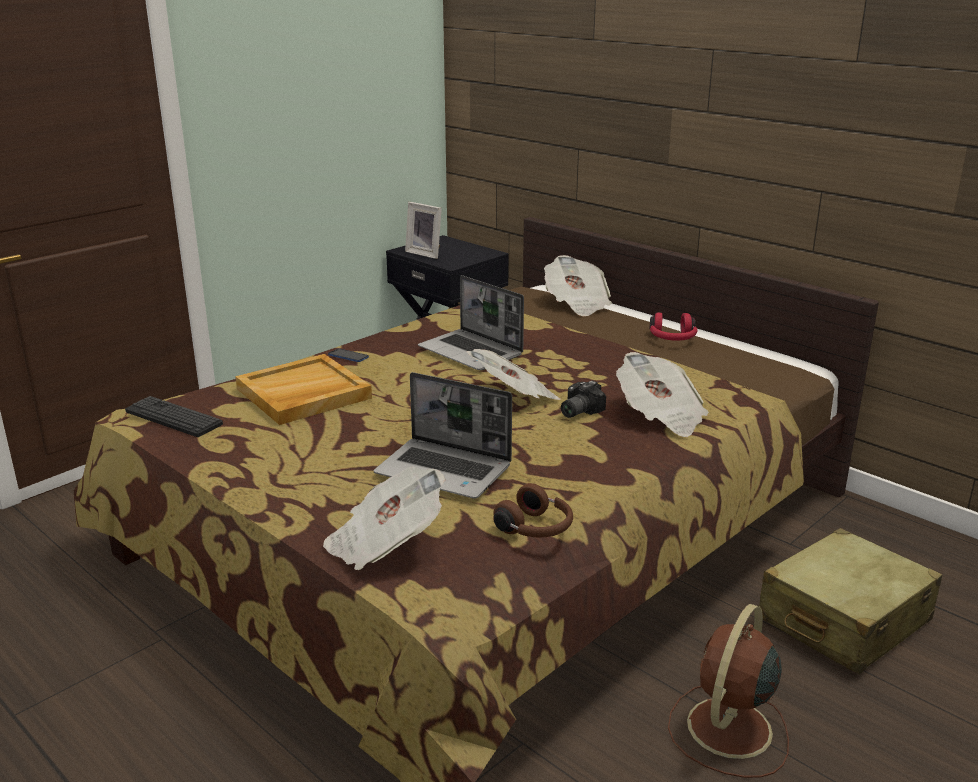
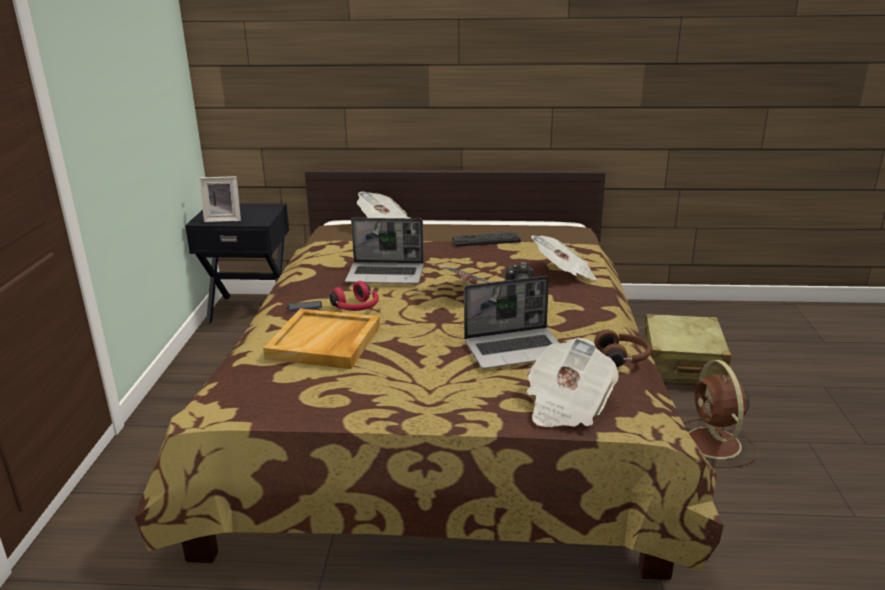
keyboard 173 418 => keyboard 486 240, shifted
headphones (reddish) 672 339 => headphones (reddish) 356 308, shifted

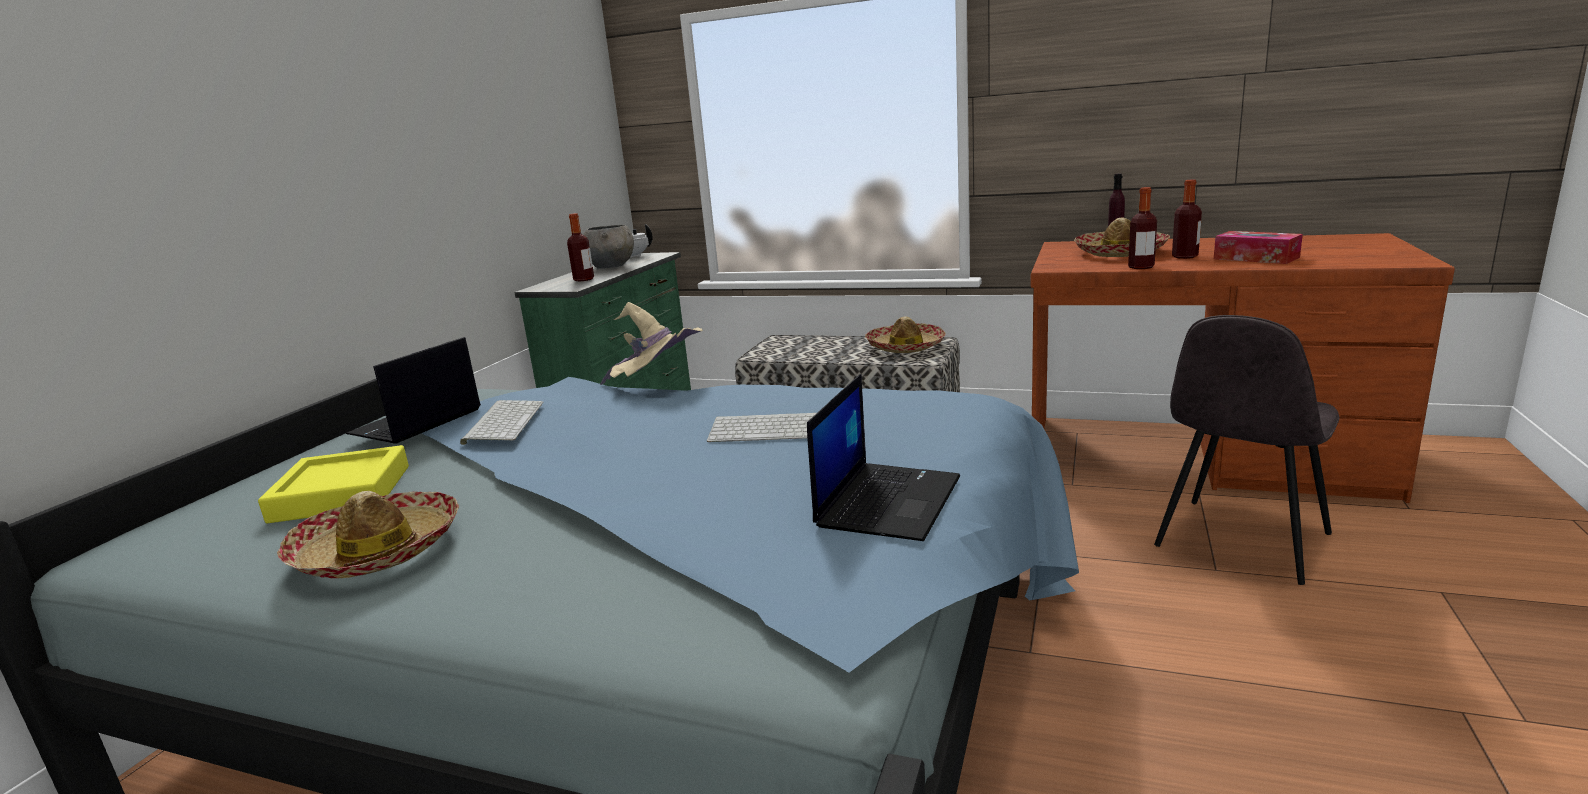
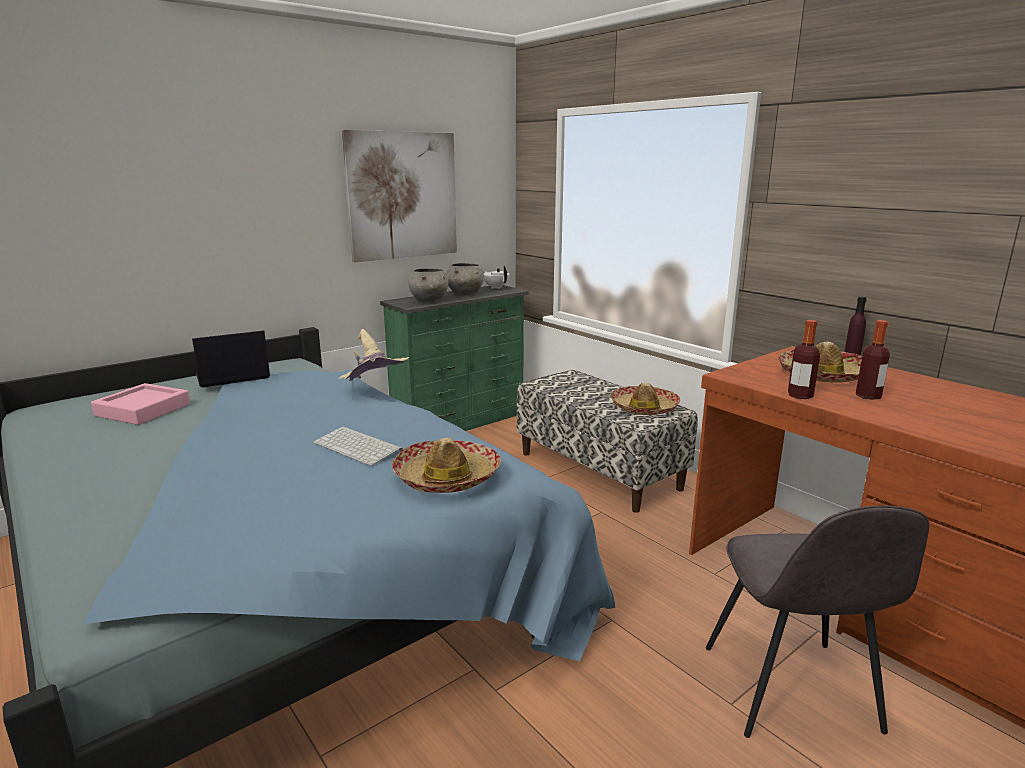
keyboard 503 422 => nothing
notebook computer 888 500 => nothing
tissue holder 1256 258 => nothing
nothing => wall picture 402 196
hat 378 551 => hat 447 477, shifted
beverage bottle 584 279 => serving bowl (grey) 429 300
serving tray (yellowish) 341 493 => serving tray (pink) 143 410
upright chair (grey) 1240 542 => upright chair (grey) 791 691, 75 degrees counterclockwise

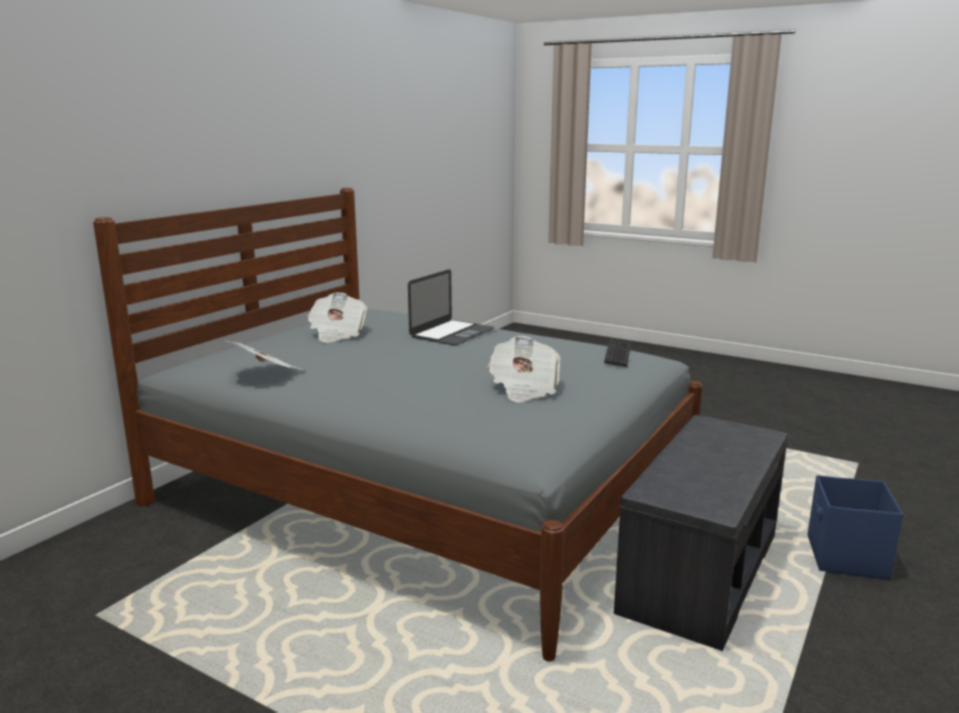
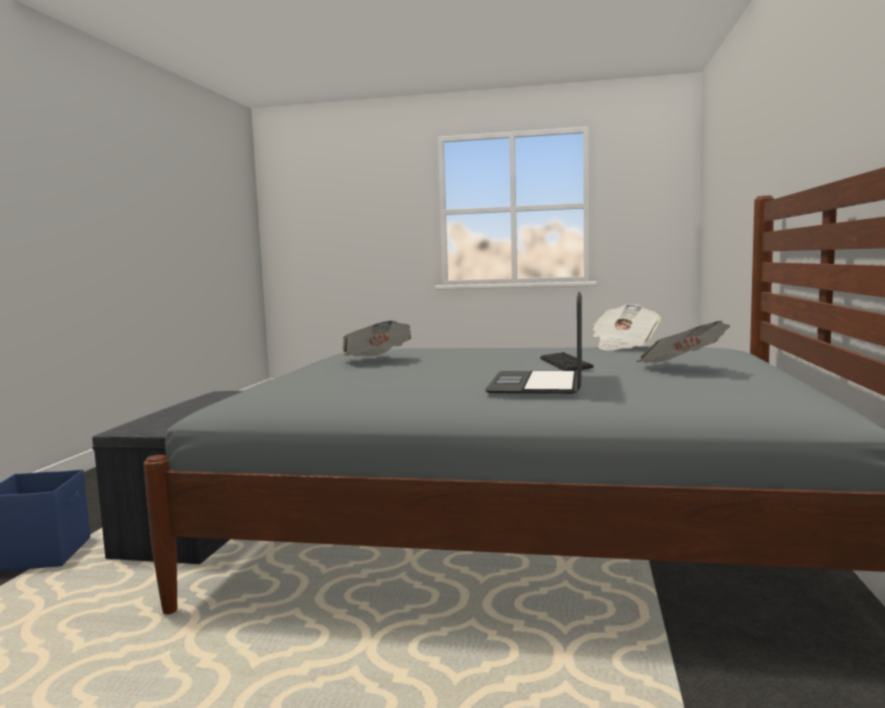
keyboard 617 355 => keyboard 565 364, shifted

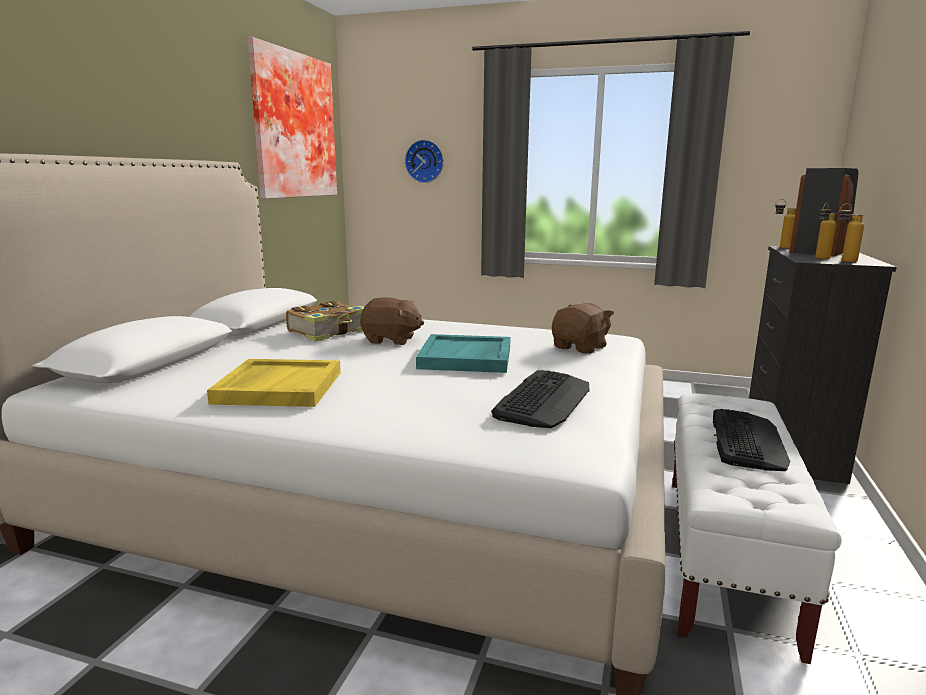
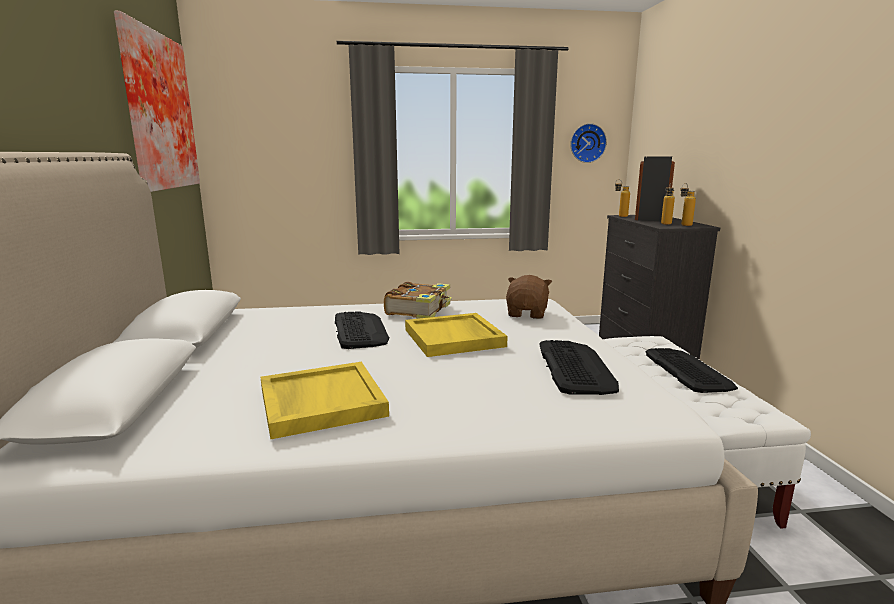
volume 329 332 => volume 419 310, shifted
hanging clock 425 161 => hanging clock 587 143, shifted
plush toy (brownish) 391 340 => keyboard 360 330
serving tray (blue-green) 466 358 => serving tray (yellowish) 455 338

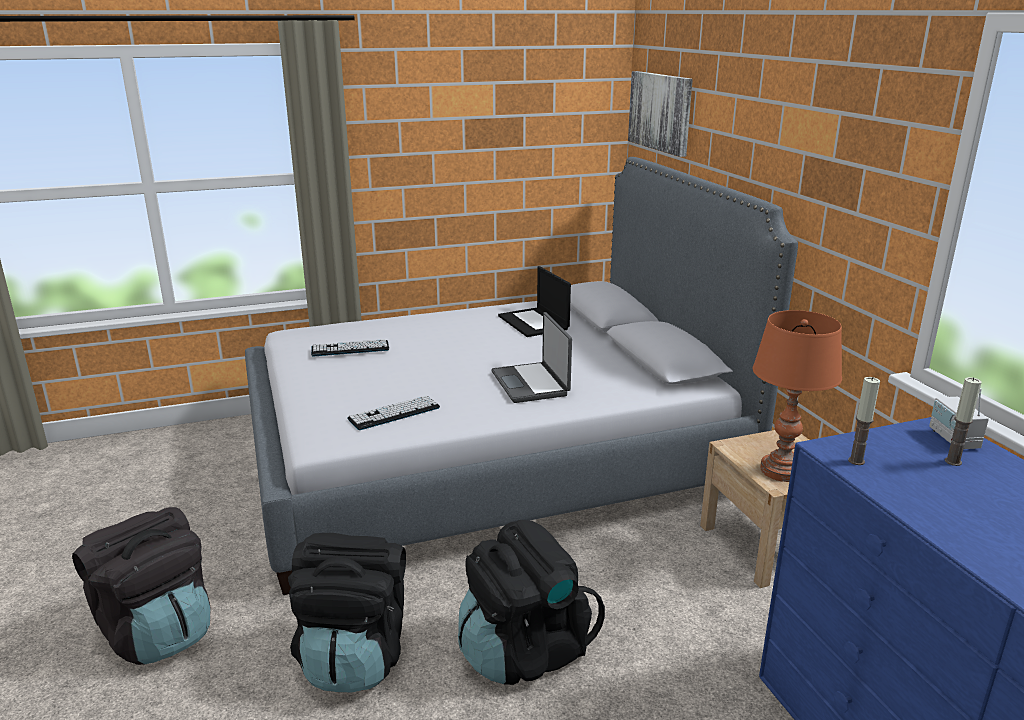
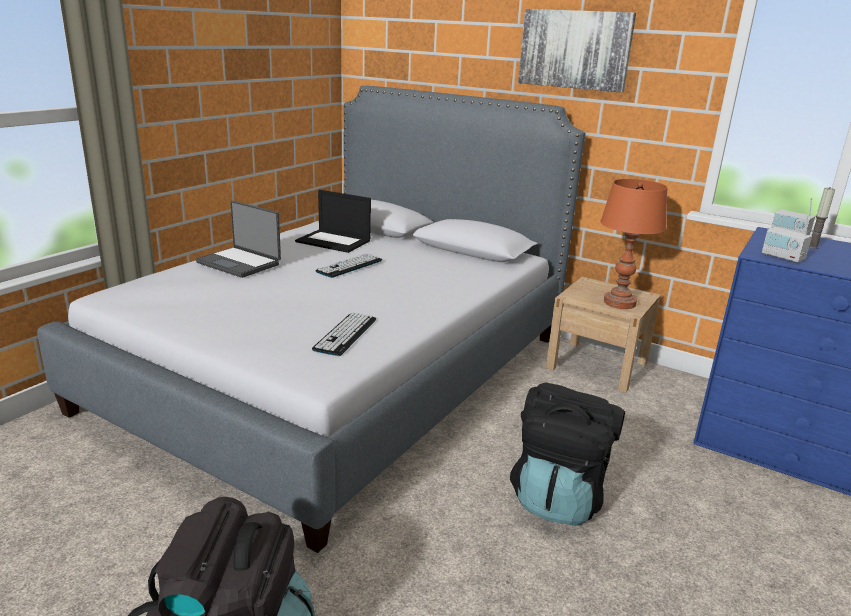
backpack (black-coloured) 355 656 => nothing
keyboard 350 349 => keyboard 349 266, shifted
notebook computer 531 384 => notebook computer 240 263, shifted
wall picture 661 112 => wall picture 575 49, shifted
candle 856 461 => radio set 782 257

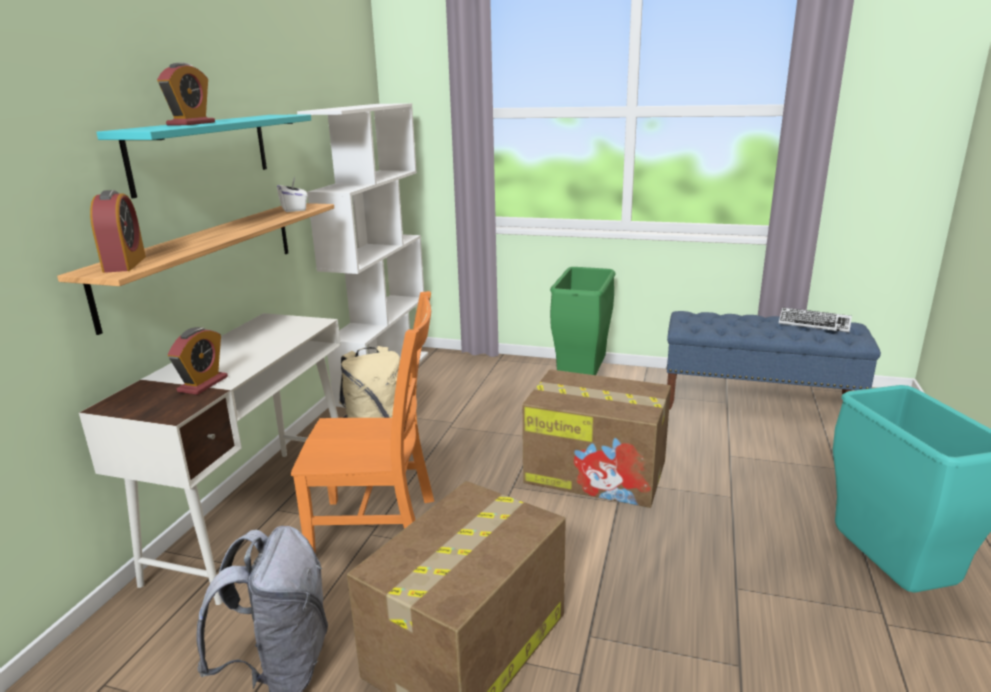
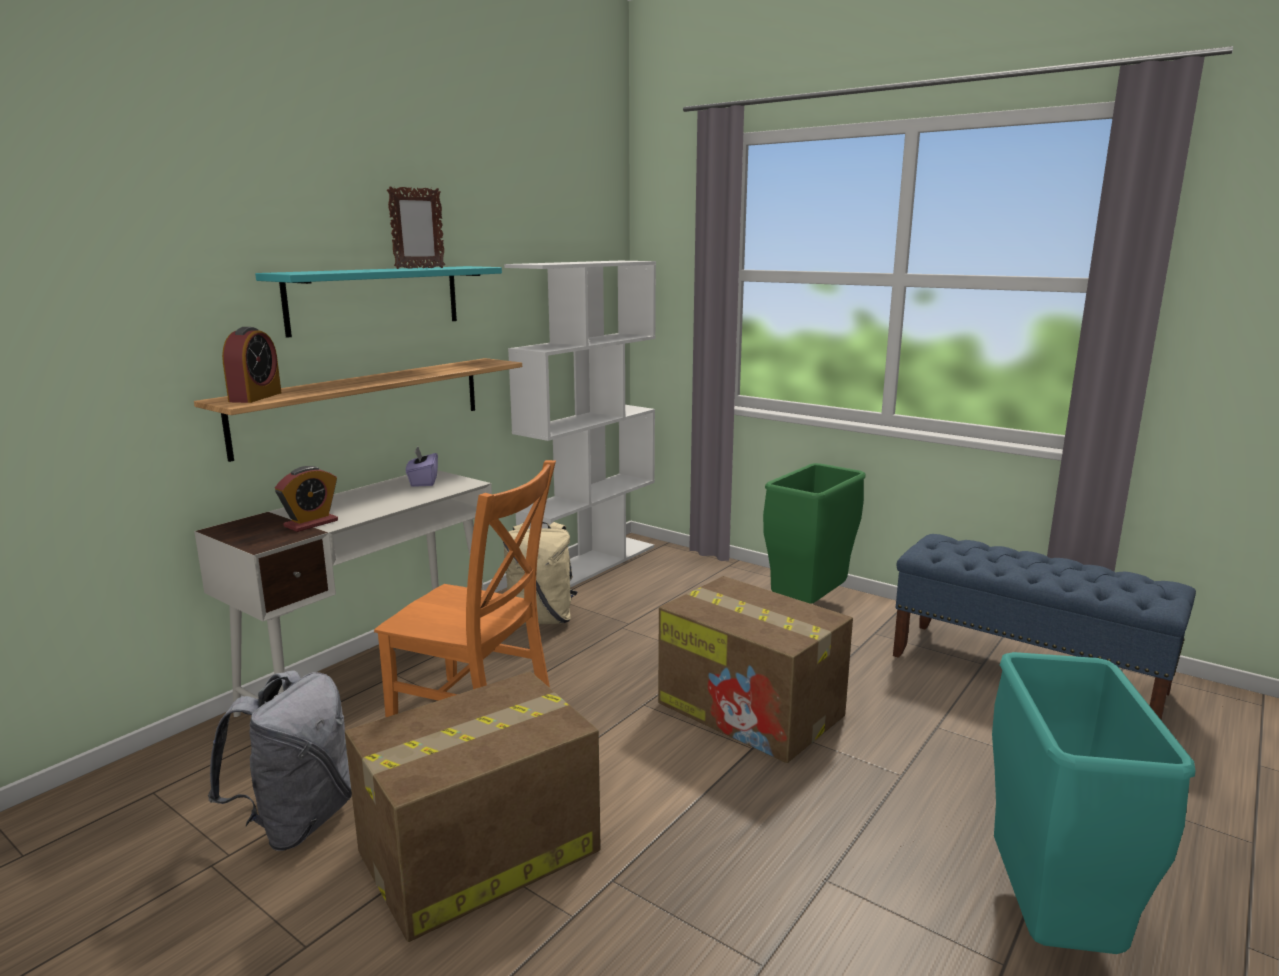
table clock 191 124 => nothing
tissue holder (white-coloured) 294 209 => nothing
keyboard 814 324 => nothing
nothing => standing frame 419 268
nothing => tissue holder (purplish) 423 481

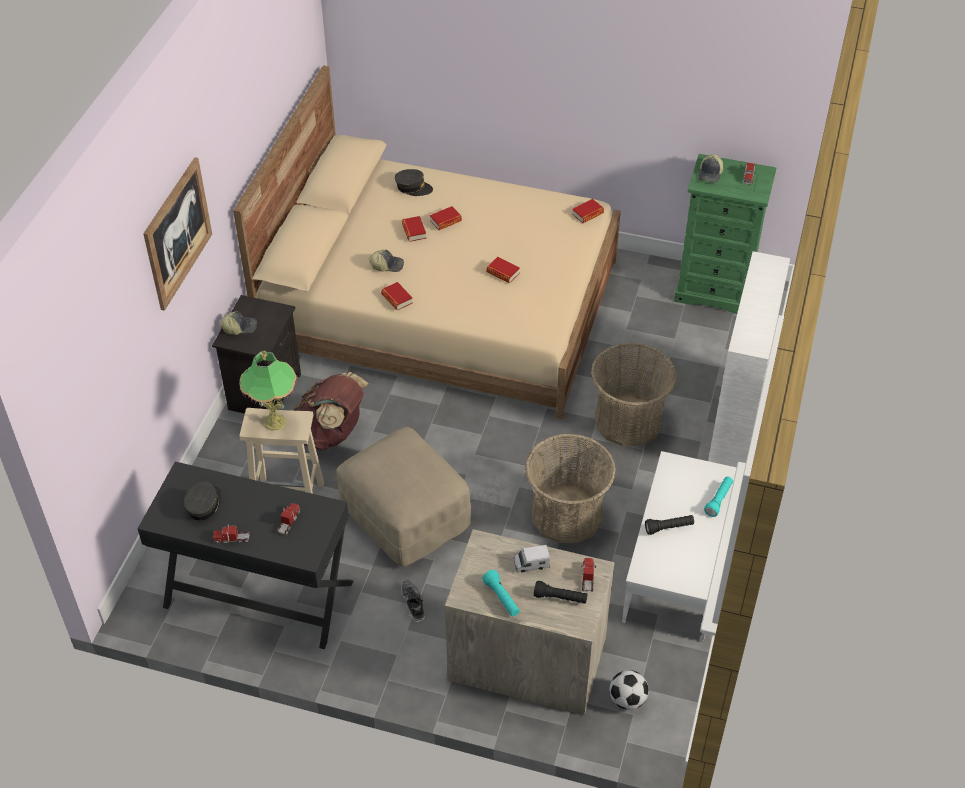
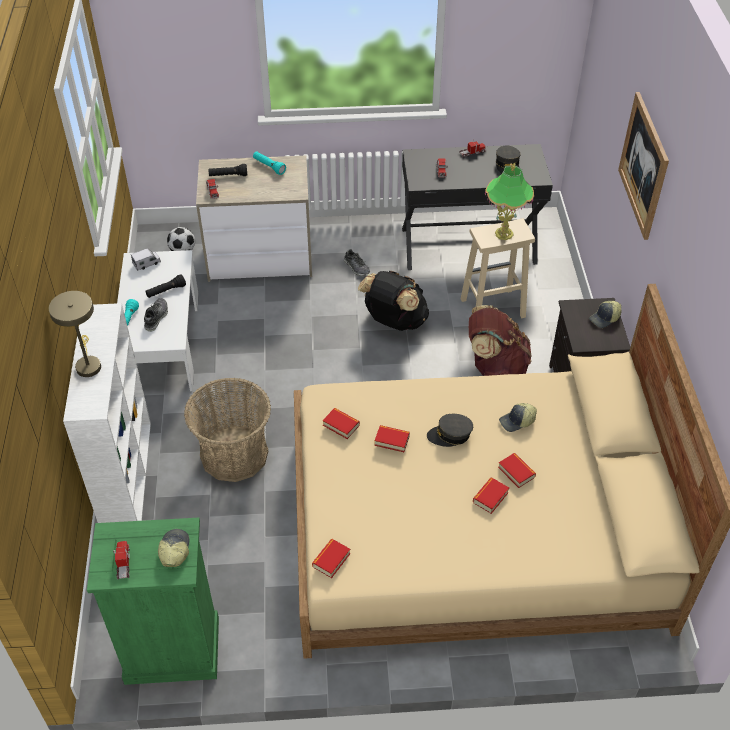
storage basket 567 514 => nothing
nothing => tabletop lamp (beige-coloured) 87 364
nothing => low shoe 156 317
volume 397 299 => volume 341 425, shifted
baseball cap (grey) 413 187 => baseball cap (grey) 450 435, shifted
toy truck 531 564 => toy truck 147 263, shifted
pouffe (beige-coloured) 406 516 => backpack (black-coloured) 394 321

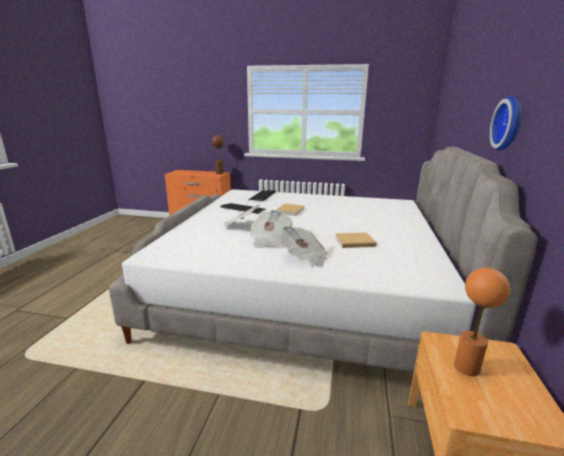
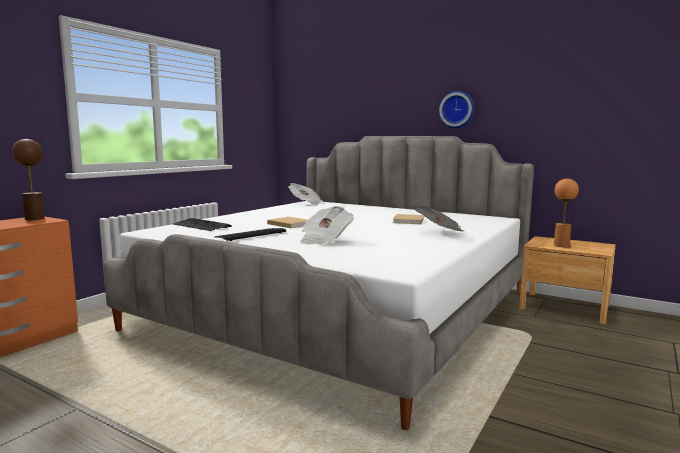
daily paper 269 240 => daily paper 305 203, shifted

